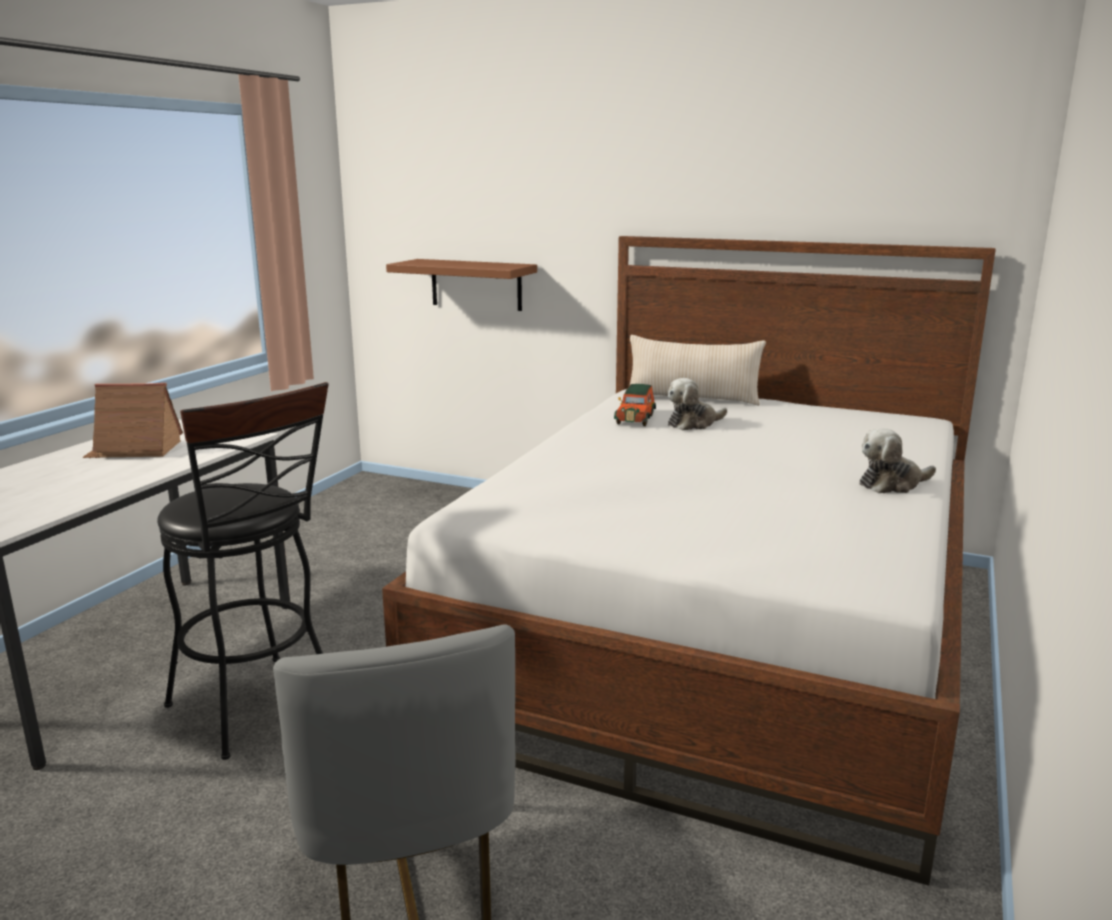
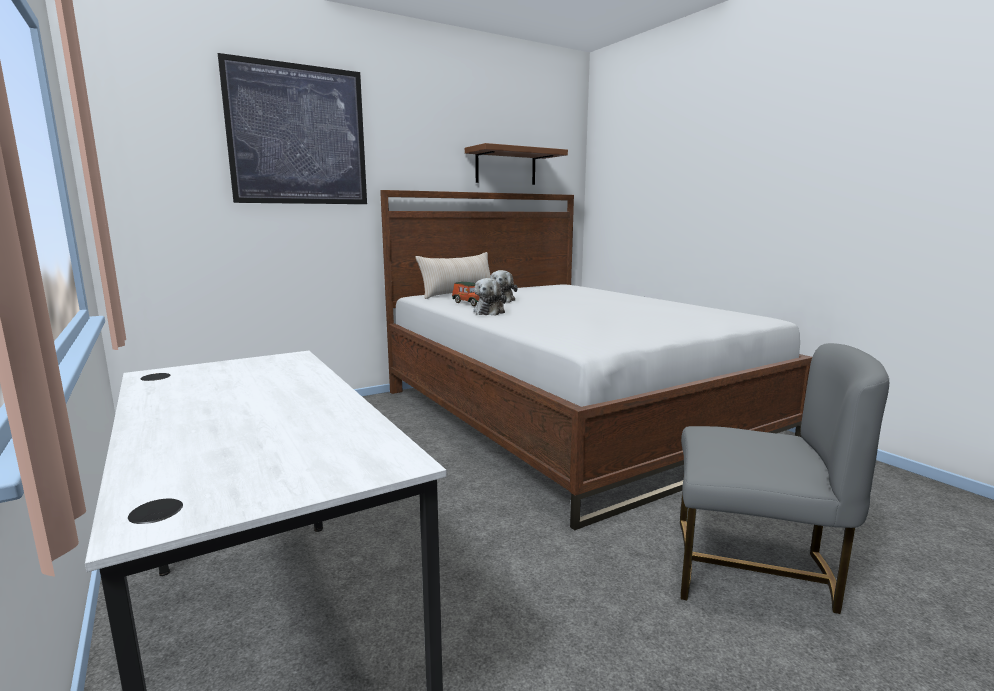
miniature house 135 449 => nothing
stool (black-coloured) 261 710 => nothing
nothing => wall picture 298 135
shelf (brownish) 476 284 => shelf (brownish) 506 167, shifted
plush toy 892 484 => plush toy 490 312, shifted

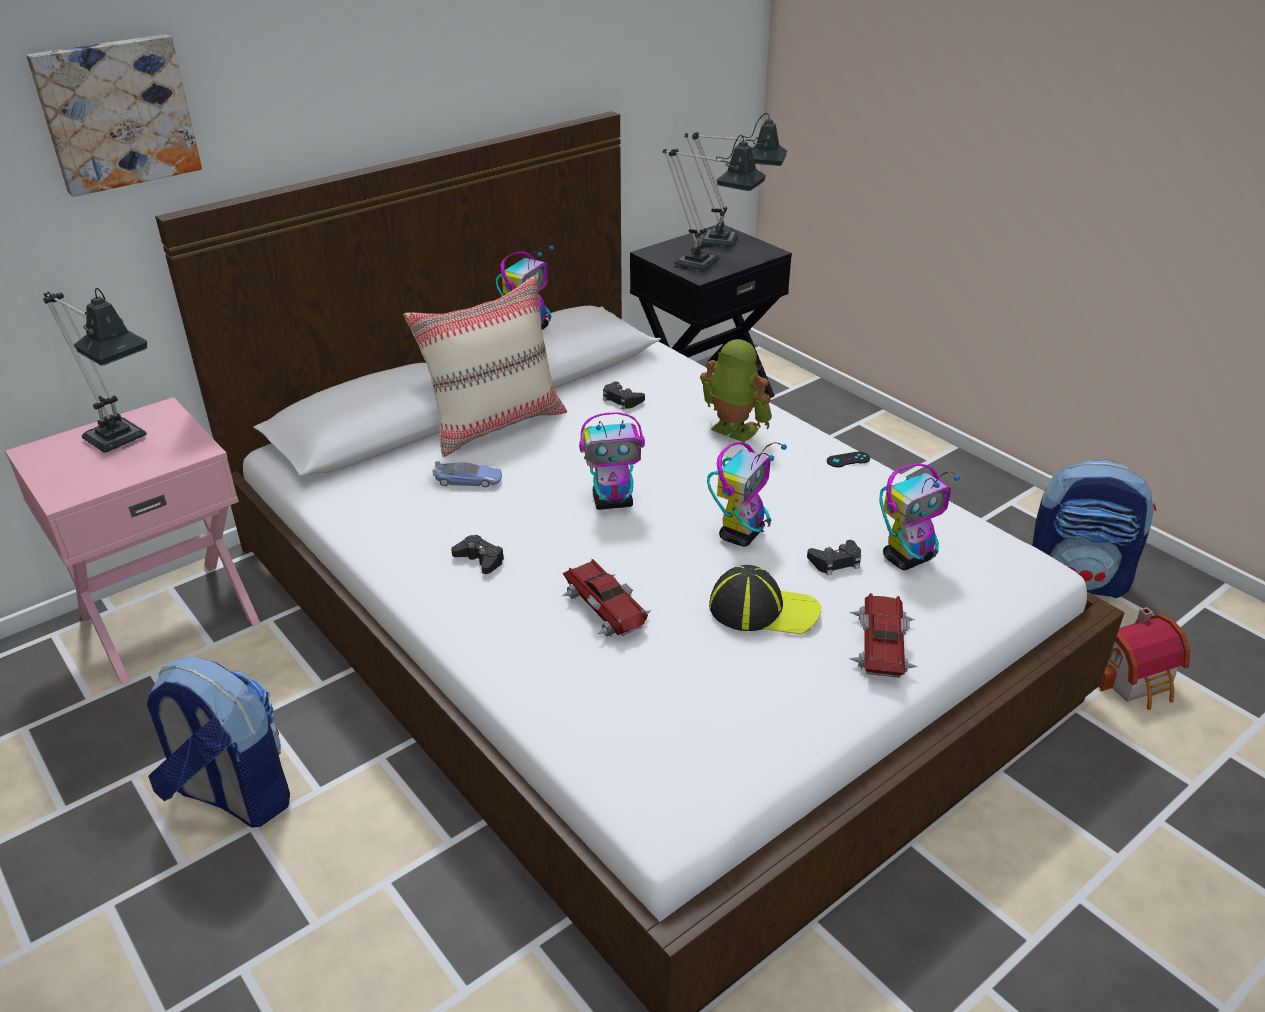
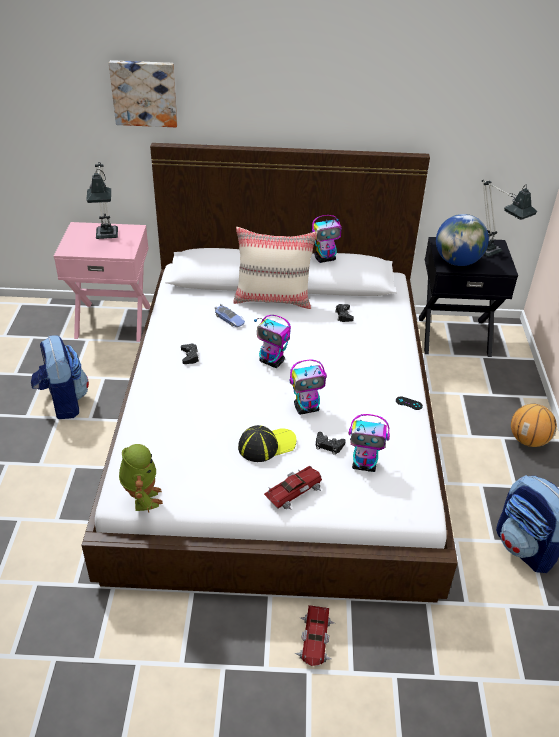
miniature house 1134 679 => nothing
nothing => basketball ball 528 440
toy car 607 607 => toy car 315 639, shifted
toy robot 732 431 => toy robot 142 498, shifted
tabletop lamp 706 265 => world globe 457 262
baseball cap 763 609 => baseball cap 266 445, 75 degrees counterclockwise

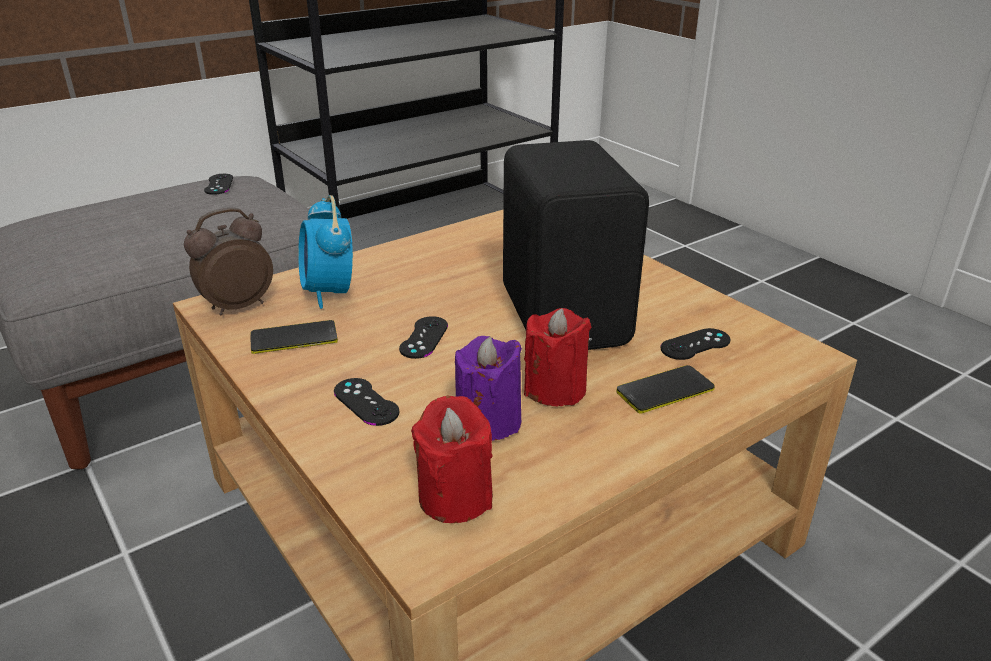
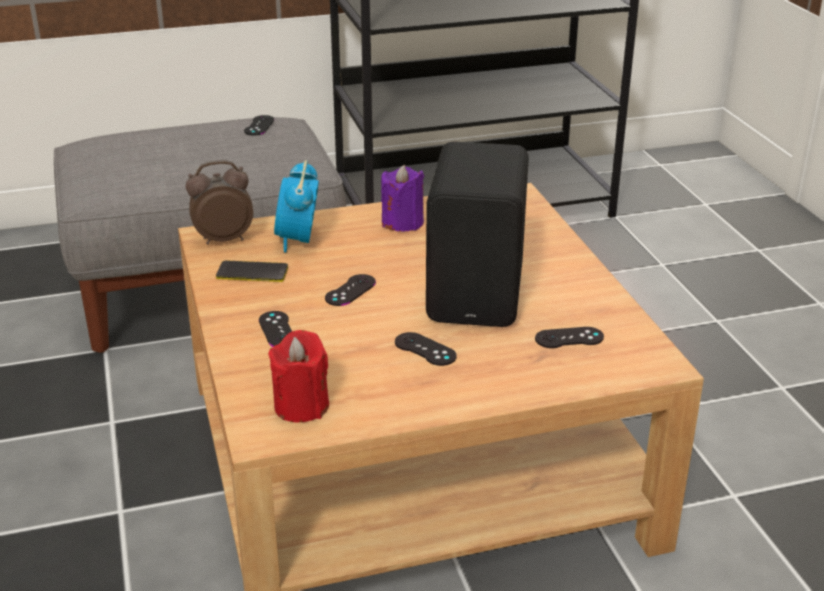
handset 665 390 => nothing
candle (purplish) 488 421 => candle (purplish) 402 222, shifted
candle (reddish) 555 389 => game controller (black-coloured) 425 349

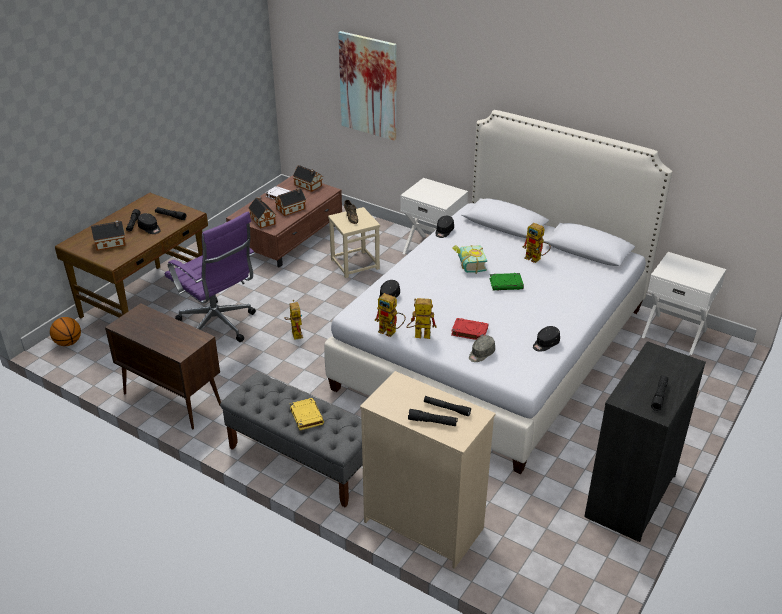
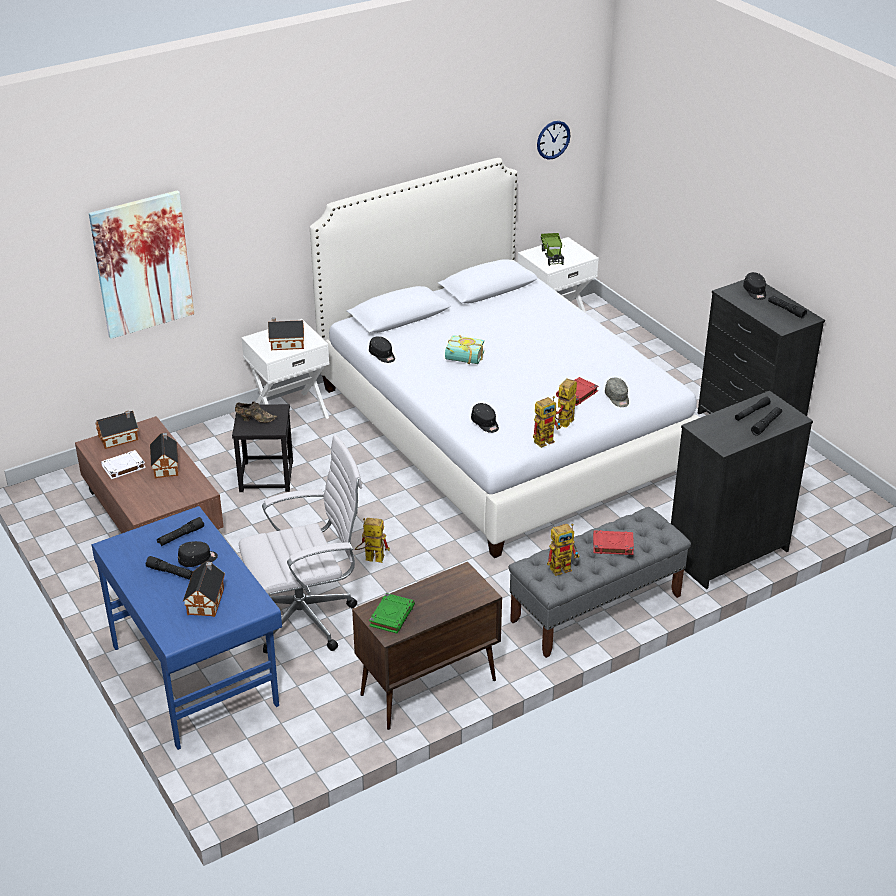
basketball ball 68 343 => nothing
nothing => hanging clock 553 139
nothing => toy truck 552 255
miniature house 262 220 => miniature house 285 343, shifted
volume (greenish) 506 284 => volume (greenish) 392 615, shifted
toy robot 536 259 => toy robot 563 566, shifted
baseball cap (black-coloured) 545 344 => baseball cap (black-coloured) 755 292, shifted
desk unit (brownish) 147 302 => desk unit (bluish) 195 674
desk chair (purplish) 219 326 => desk chair (white-coloured) 307 618
volume (yellowish) 306 416 => volume (reddish) 612 545
stool (beige-coloured) 355 264 => stool (black-coloured) 266 476
chest of drawers (beige-coloured) 424 524 => chest of drawers (black-coloured) 727 552

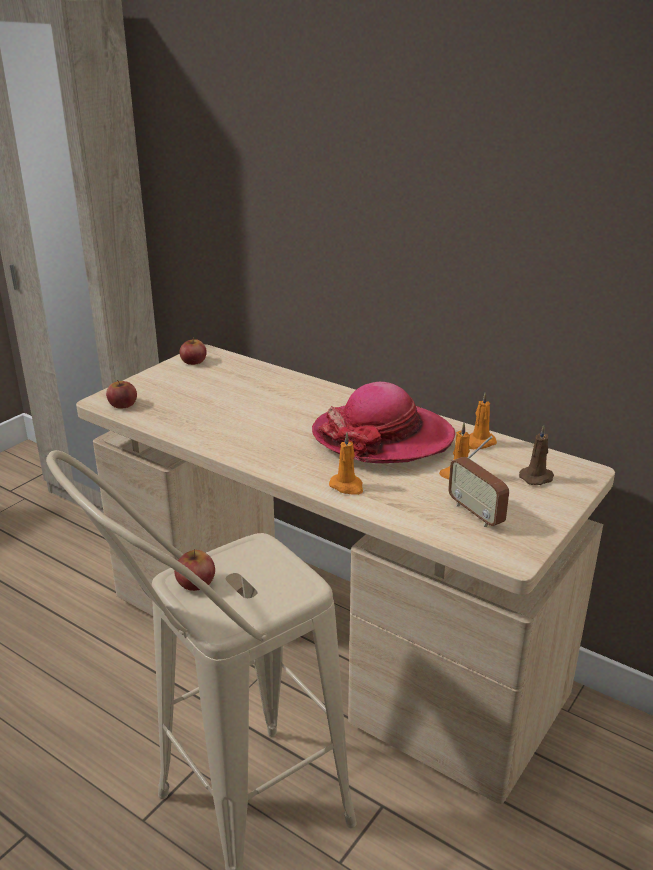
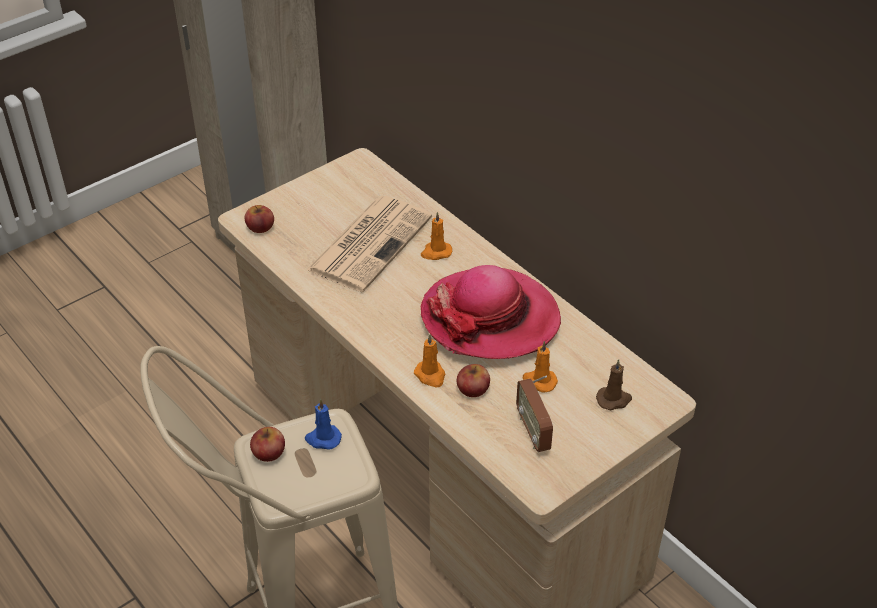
nothing => candle (bluish) 323 439
nothing => daily paper 370 242
apple 193 361 => apple 473 388, shifted
candle (orange) 479 443 => candle (orange) 436 252, shifted

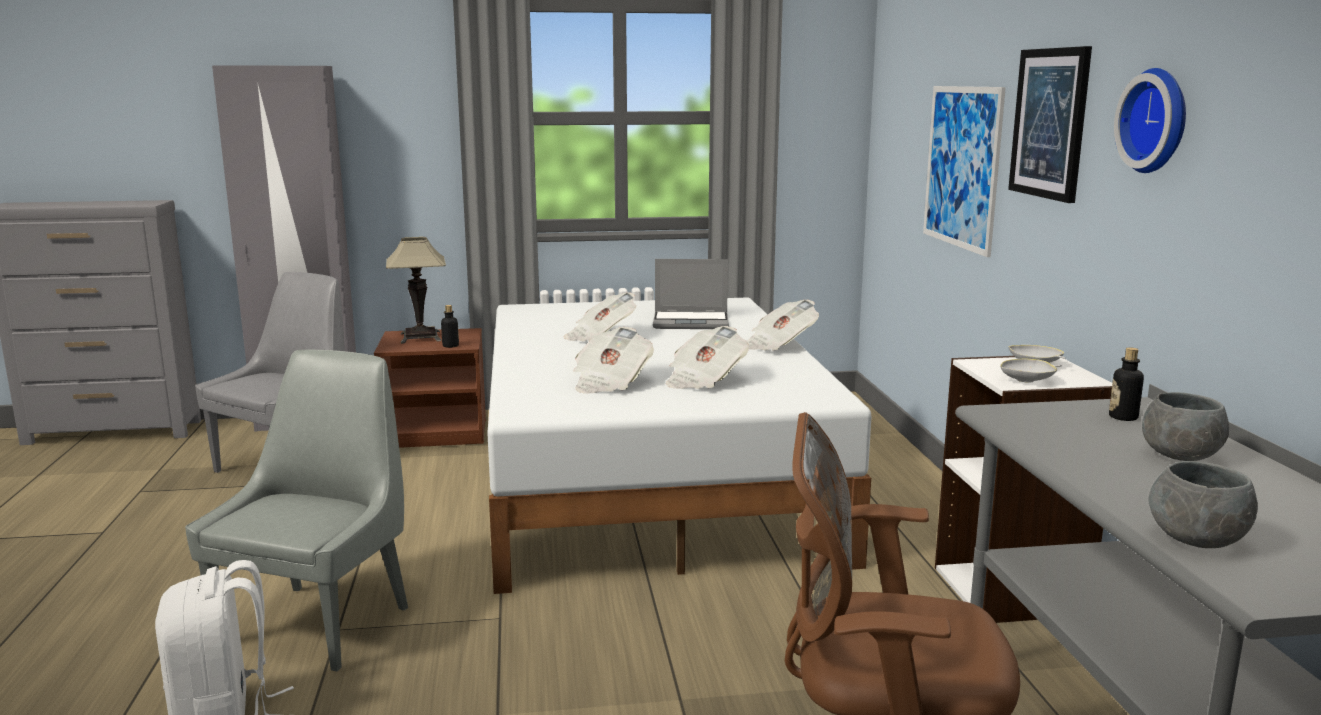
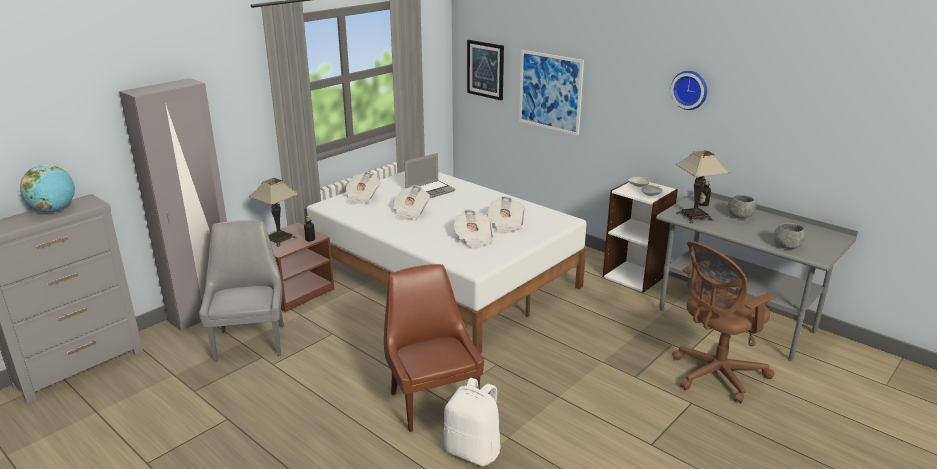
nothing => world globe 54 210
nothing => tabletop lamp 694 216
daily paper 779 345 => daily paper 361 198, shifted
wall picture 1050 123 => wall picture 485 69, shifted
upright chair (grey) 320 623 => upright chair (brownish) 432 401

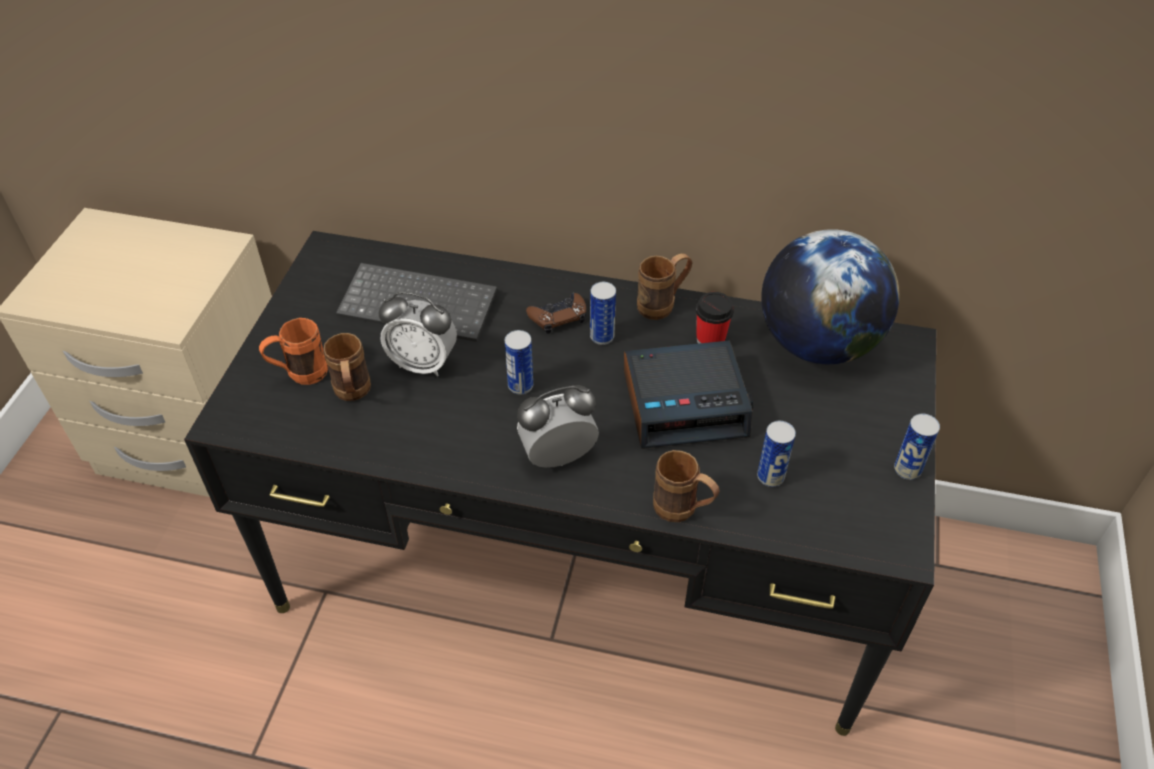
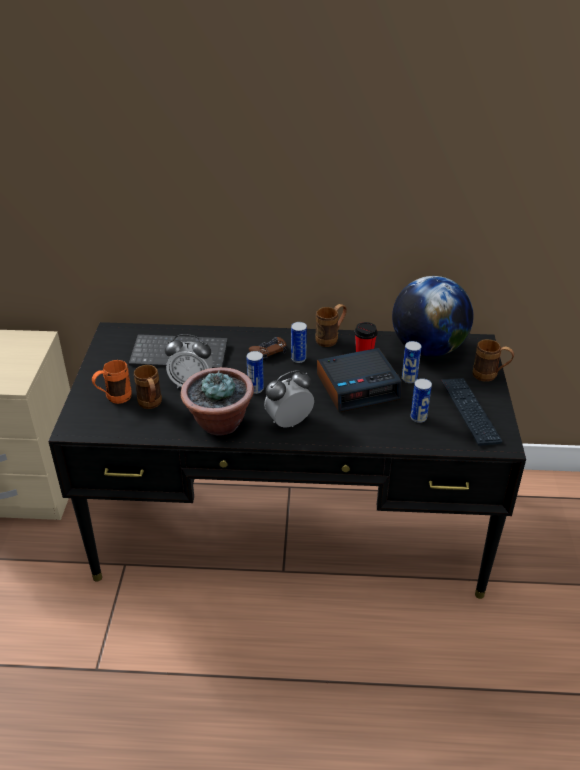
nothing => houseplant 219 423
nothing => keyboard 469 411
tea mug (brownish) 683 511 => tea mug (brownish) 490 376, shifted
sealed can 907 469 => sealed can 409 379, shifted

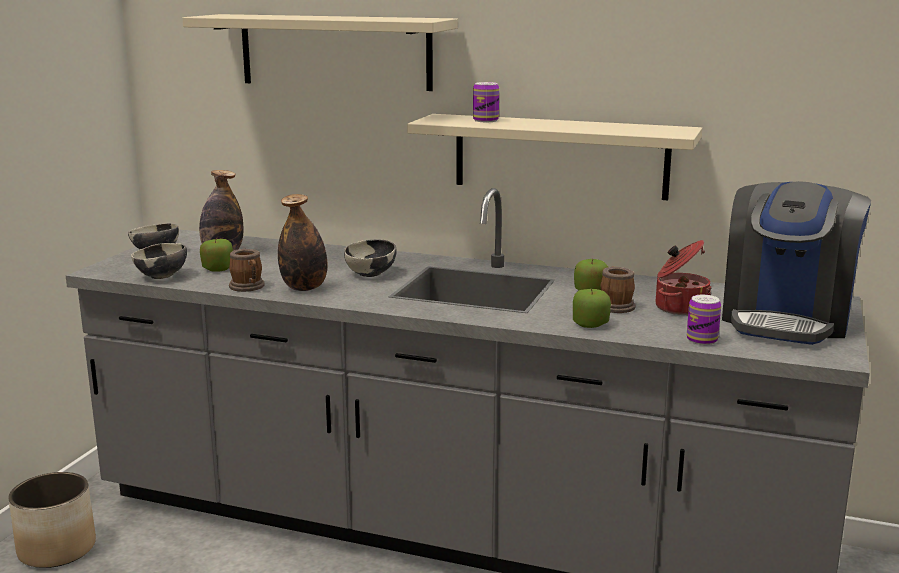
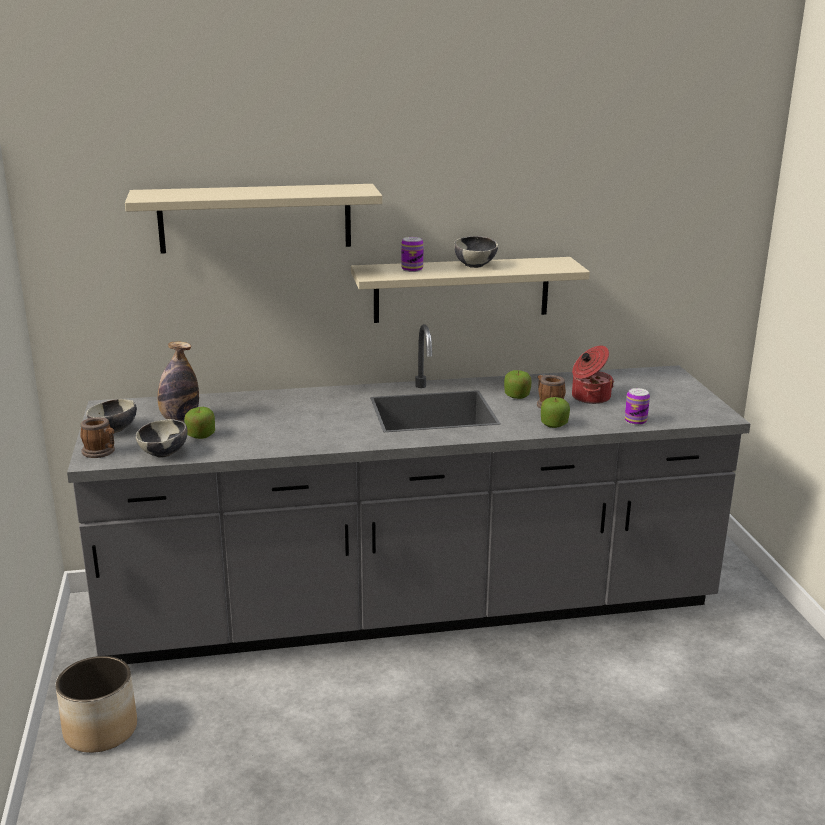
beverage bottle 304 288 => nothing
coffee maker 786 319 => nothing
tea mug 248 287 => tea mug 101 452, shifted
serving bowl 371 274 => serving bowl 475 265, shifted

